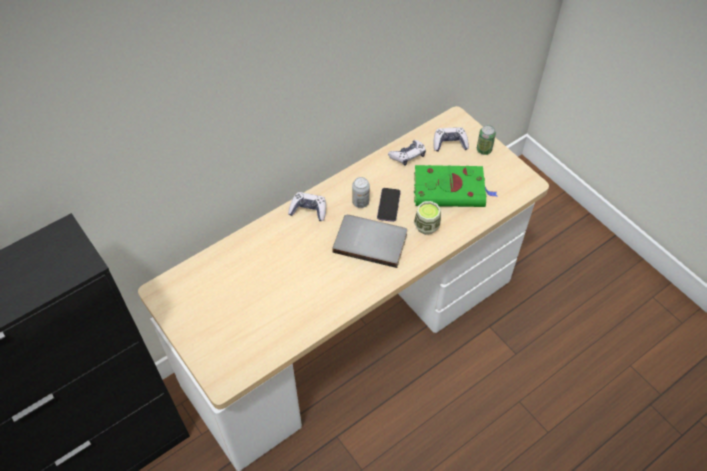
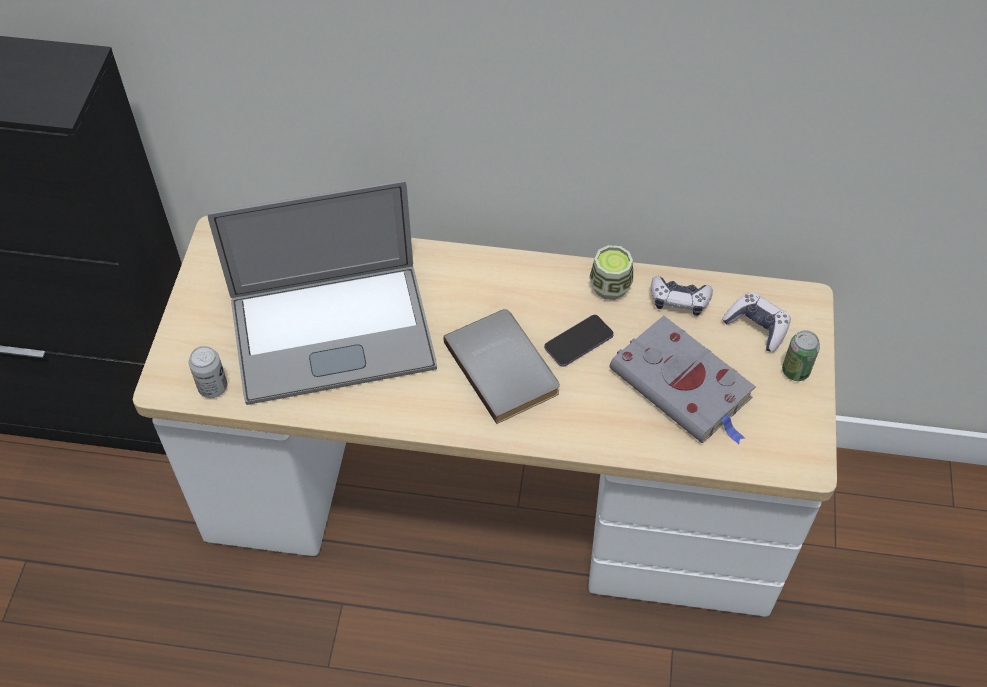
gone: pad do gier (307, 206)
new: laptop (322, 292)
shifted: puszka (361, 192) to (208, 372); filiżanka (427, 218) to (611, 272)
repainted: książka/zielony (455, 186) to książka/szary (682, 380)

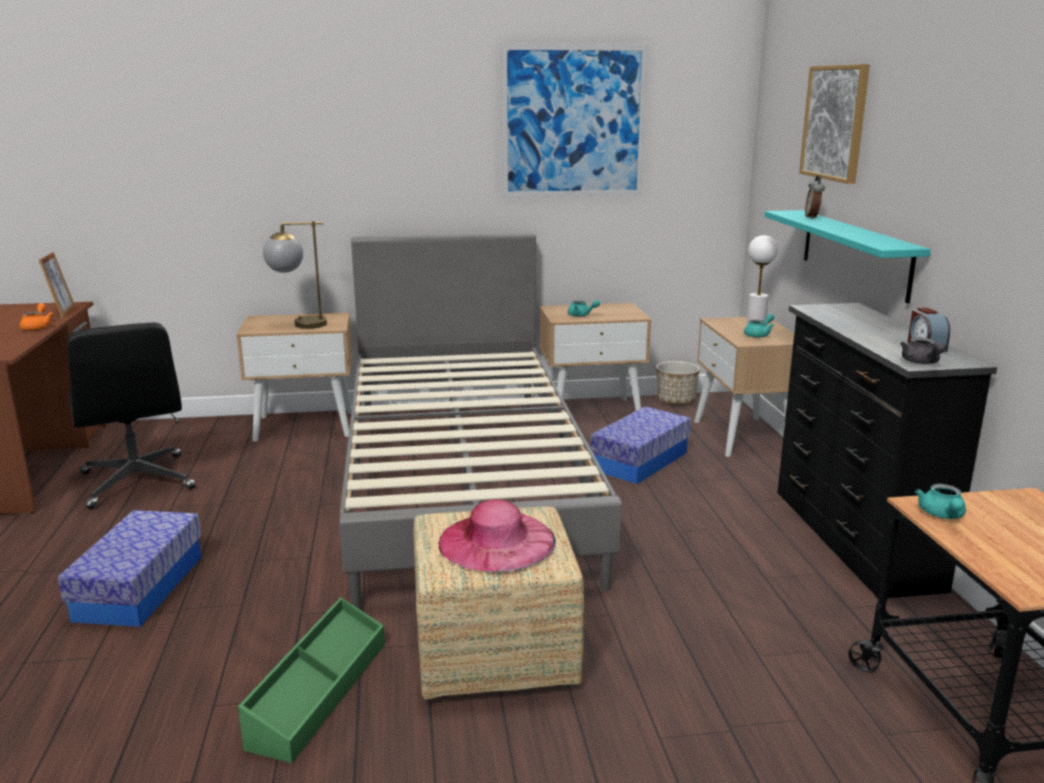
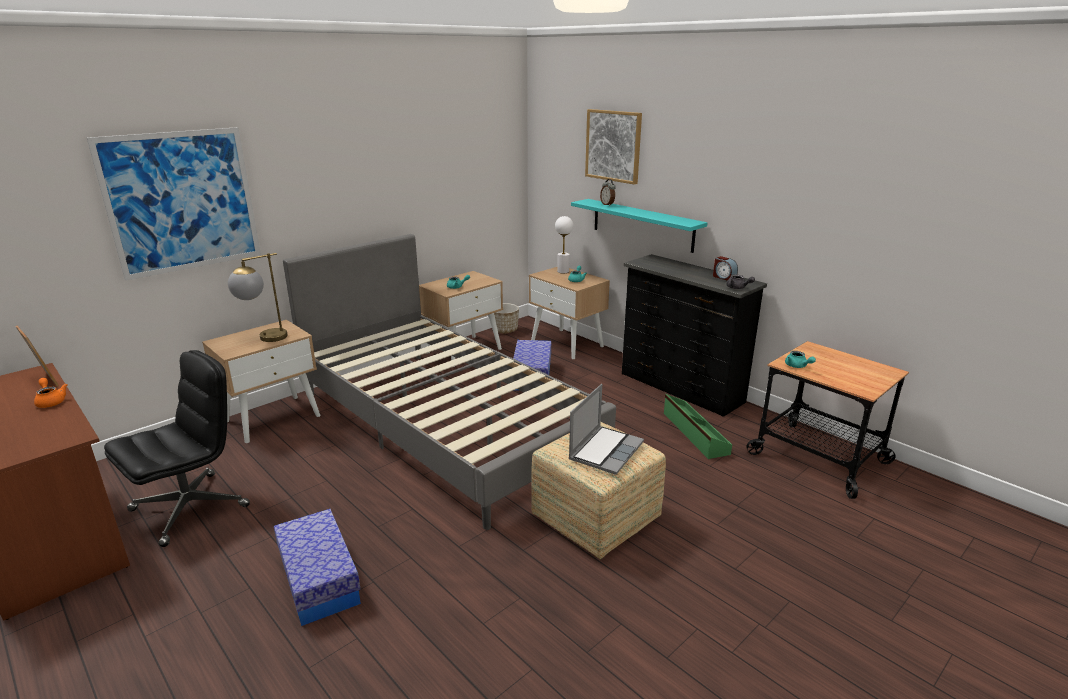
shifted: obraz (574, 120) to (174, 204); pojemnik do przechowywania/zielony (311, 680) to (698, 426)
swapped: kapelusz/różowy (497, 535) to laptop (606, 429)
rotated: krzesło biurowe/czarny (131, 415) = (177, 448) 75 degrees counterclockwise

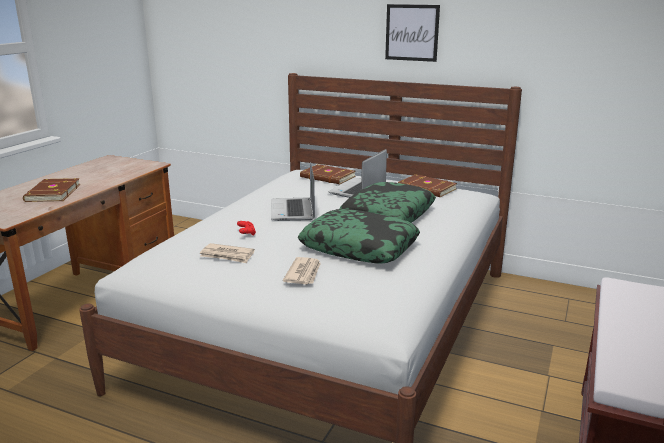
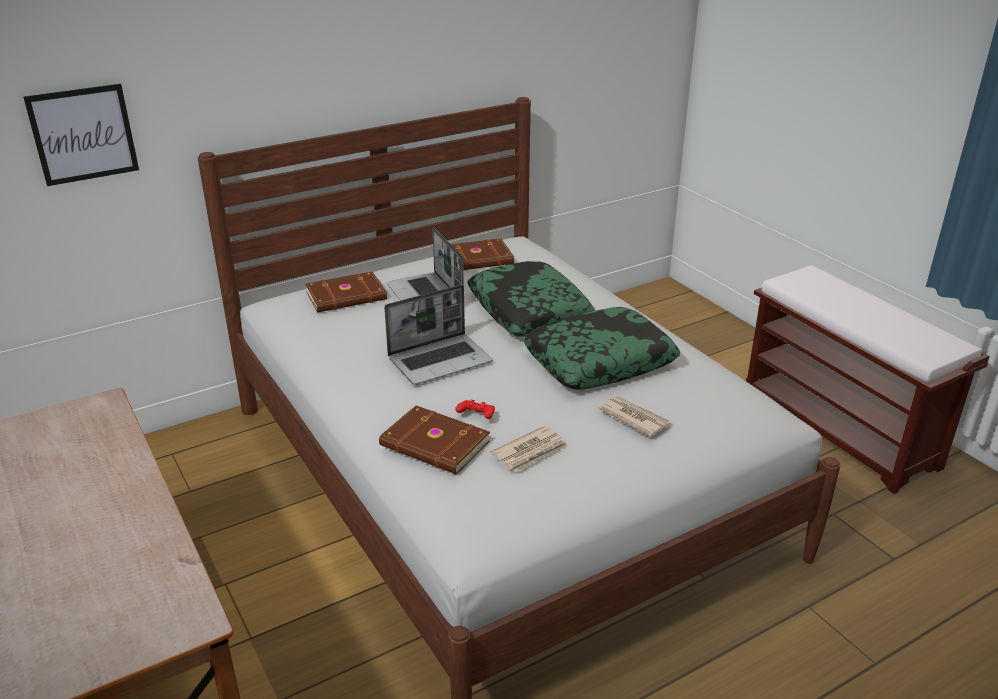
shifted: obraz (412, 33) to (81, 135); książka/brązowy (52, 190) to (434, 440)
rotated: laptop (293, 191) = (438, 335) 60 degrees counterclockwise

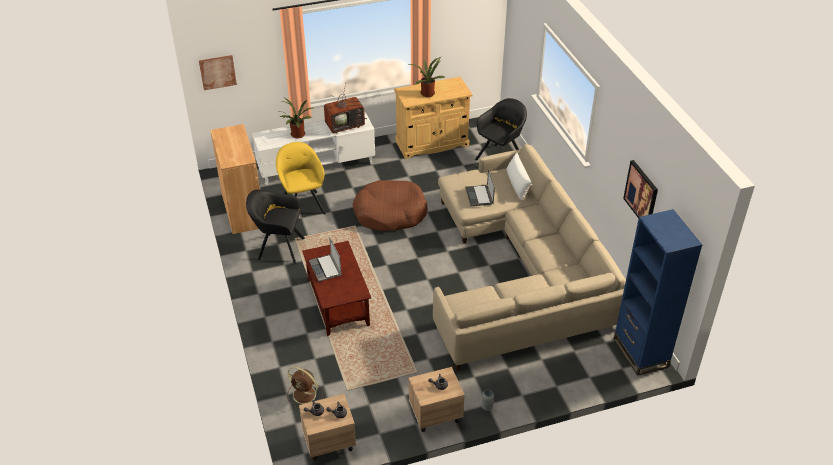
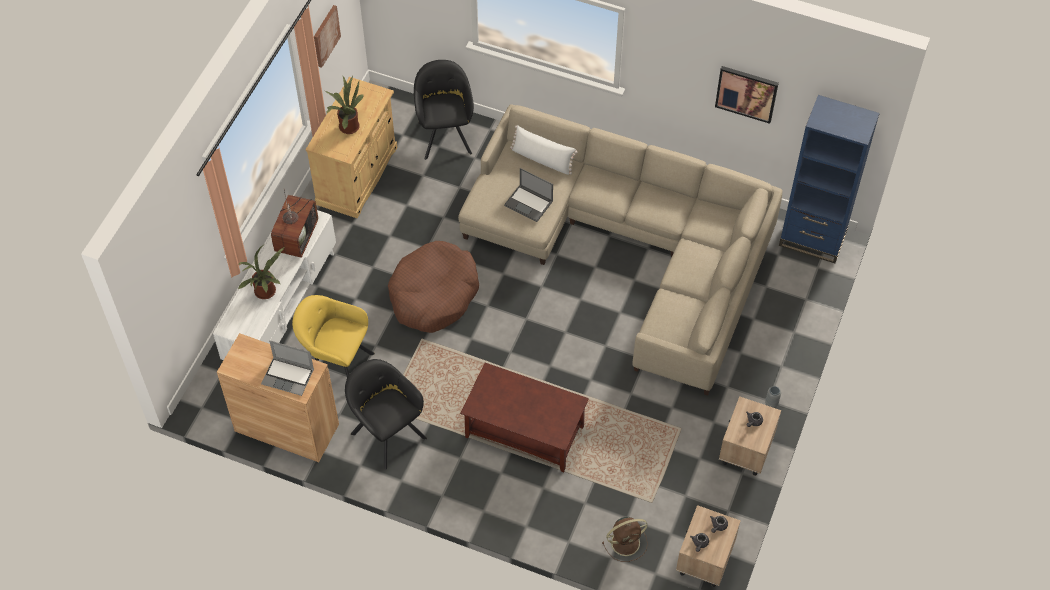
shifted: obraz (218, 72) to (327, 36); laptop (325, 259) to (287, 368)
rotated: fotel/czarny (275, 227) = (386, 414) 90 degrees clockwise

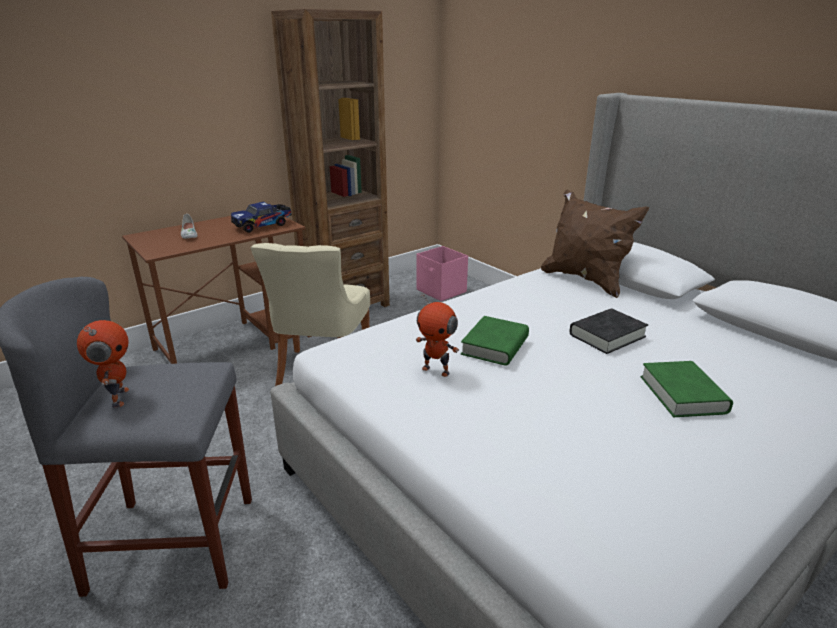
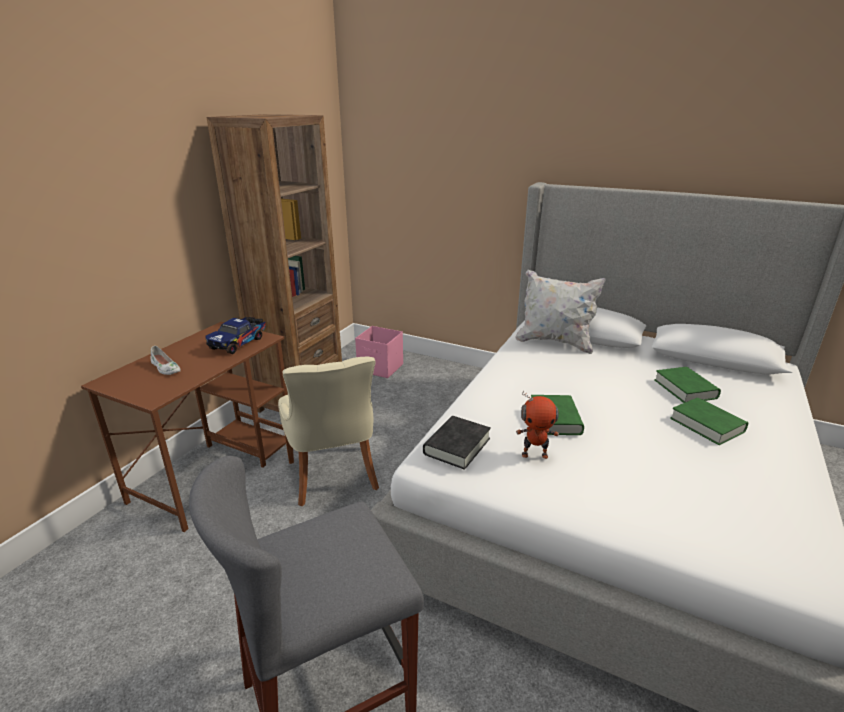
gone: robot zabawkowy (103, 364)
new: książka/zielony (687, 385)
shifted: książka/czarny (608, 331) to (457, 443)
repainted: poduszka/brązowy (595, 244) to poduszka/biały (560, 312)

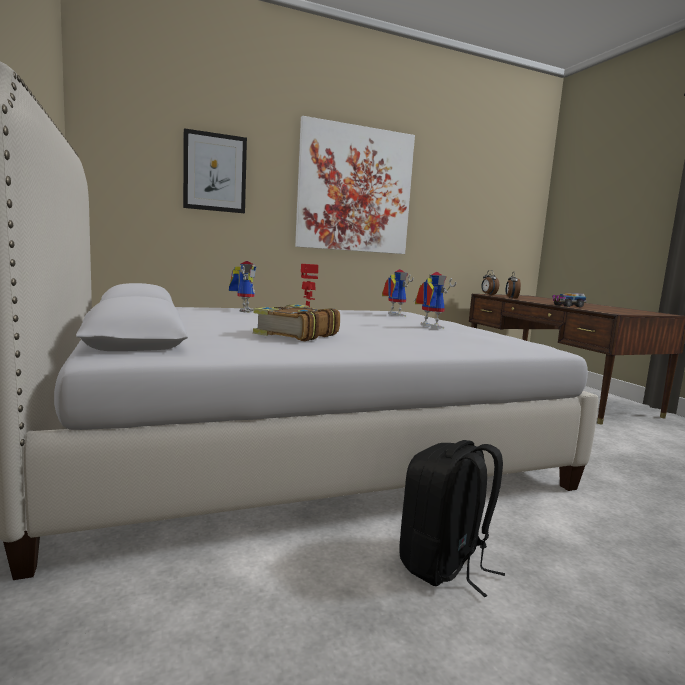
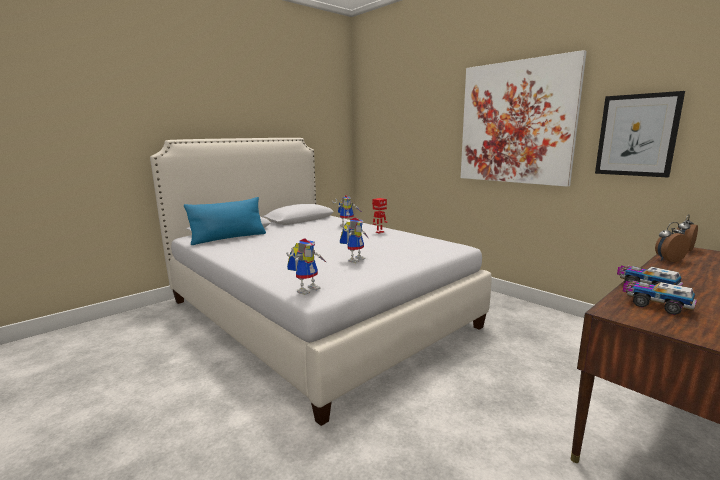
gone: książka (296, 322); plecak/czarny (452, 518)
new: poduszka/niebieski (225, 221); ciężarówka zabawkowa (660, 298)
shifted: obraz (215, 170) to (640, 134); robot zabawkowy (398, 293) to (306, 266)

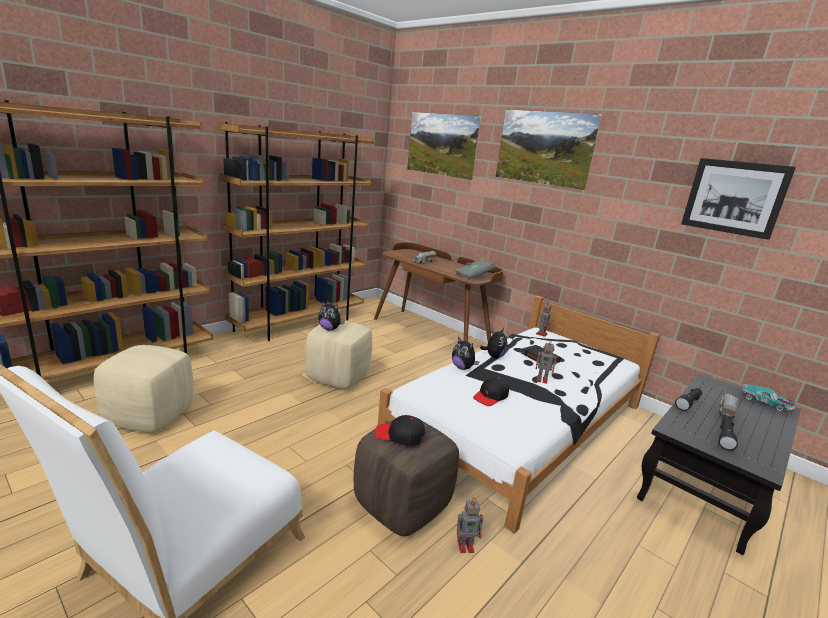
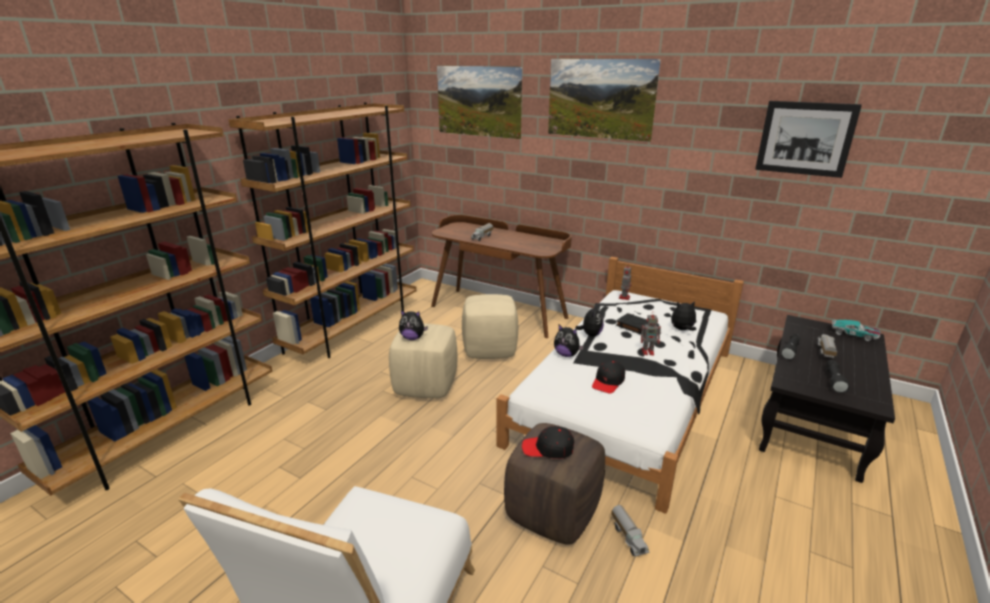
gone: książka/szary (475, 269)
new: pluszak (683, 316)
shifted: pufa/beżowy (143, 388) to (490, 326)
swapped: robot zabawkowy (470, 526) to ciężarówka zabawkowa (630, 531)

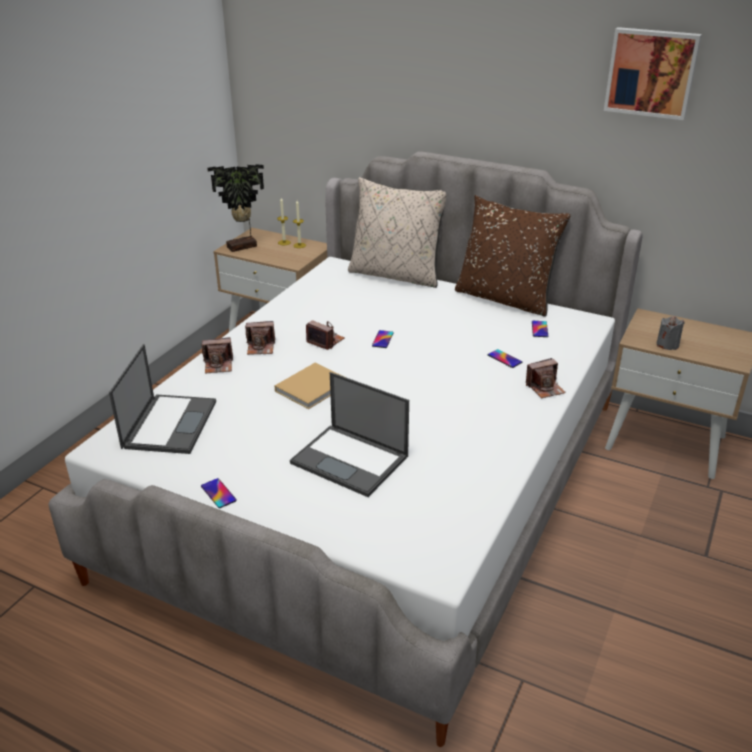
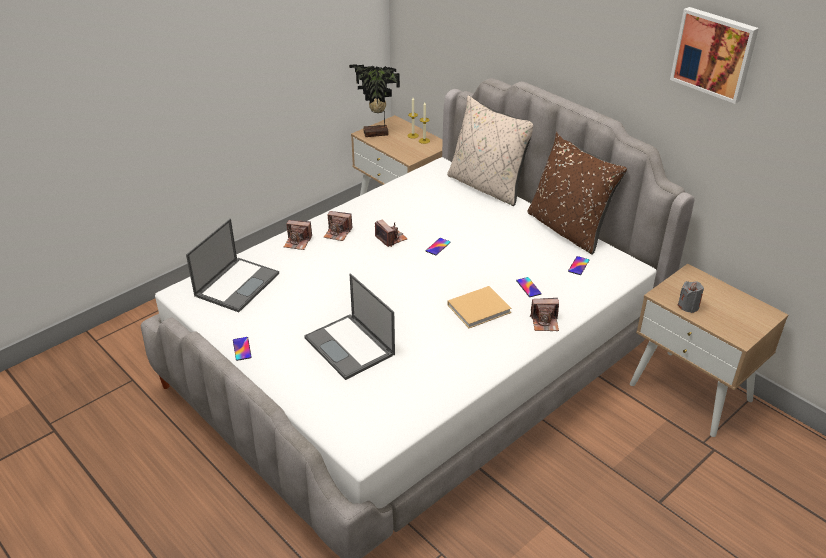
shifted: książka/beżowy (309, 386) to (479, 307)

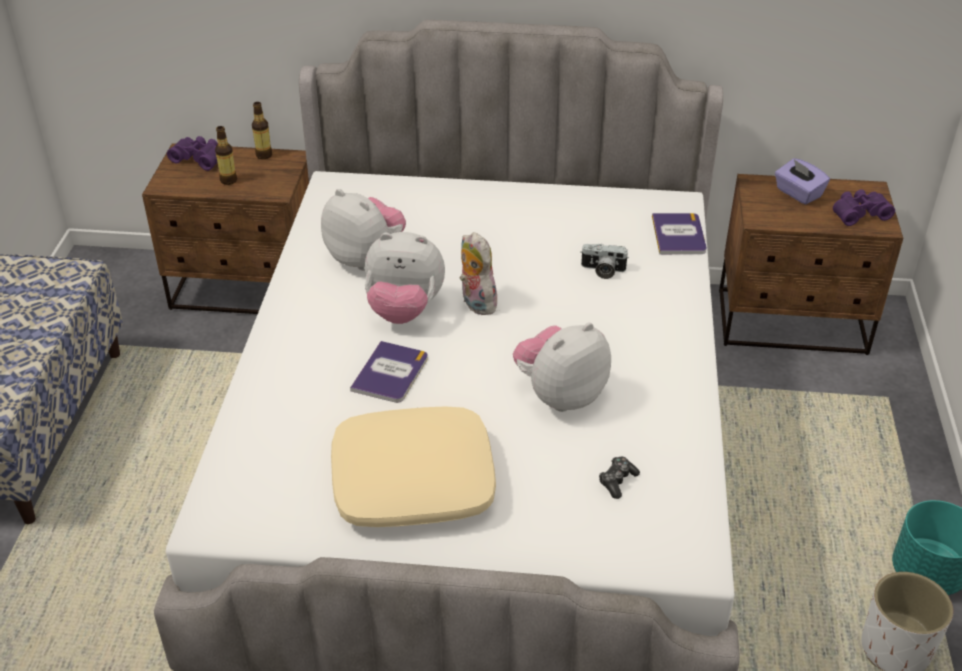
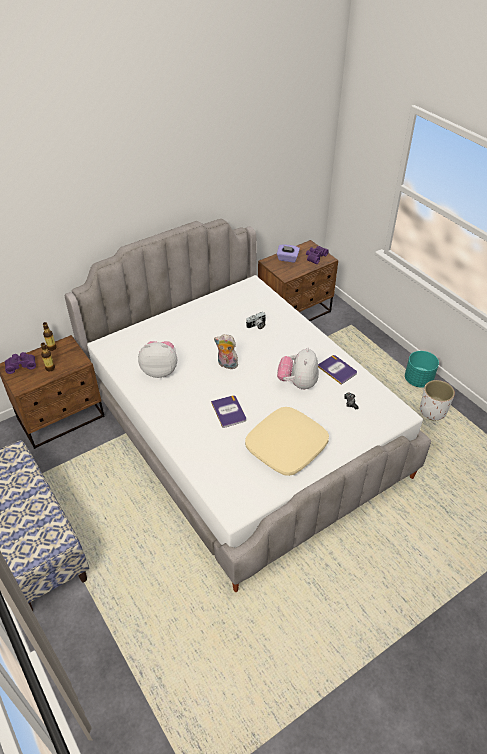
gone: pluszak (405, 278)
shifted: książka (679, 233) to (337, 370)

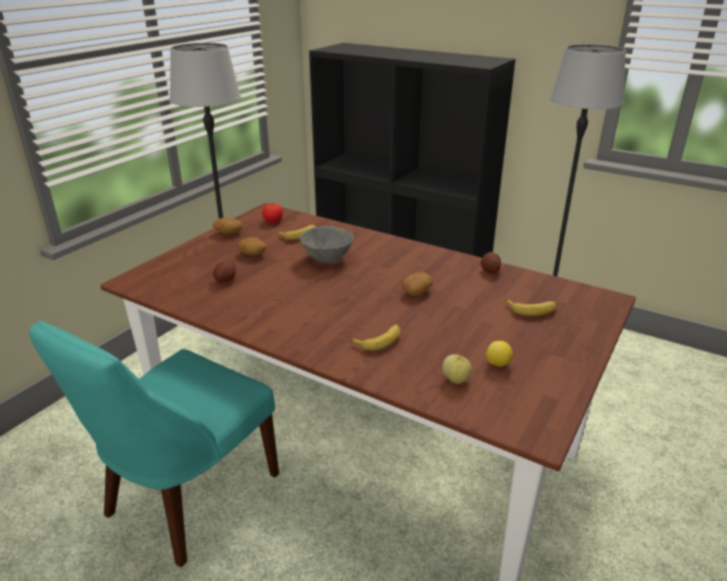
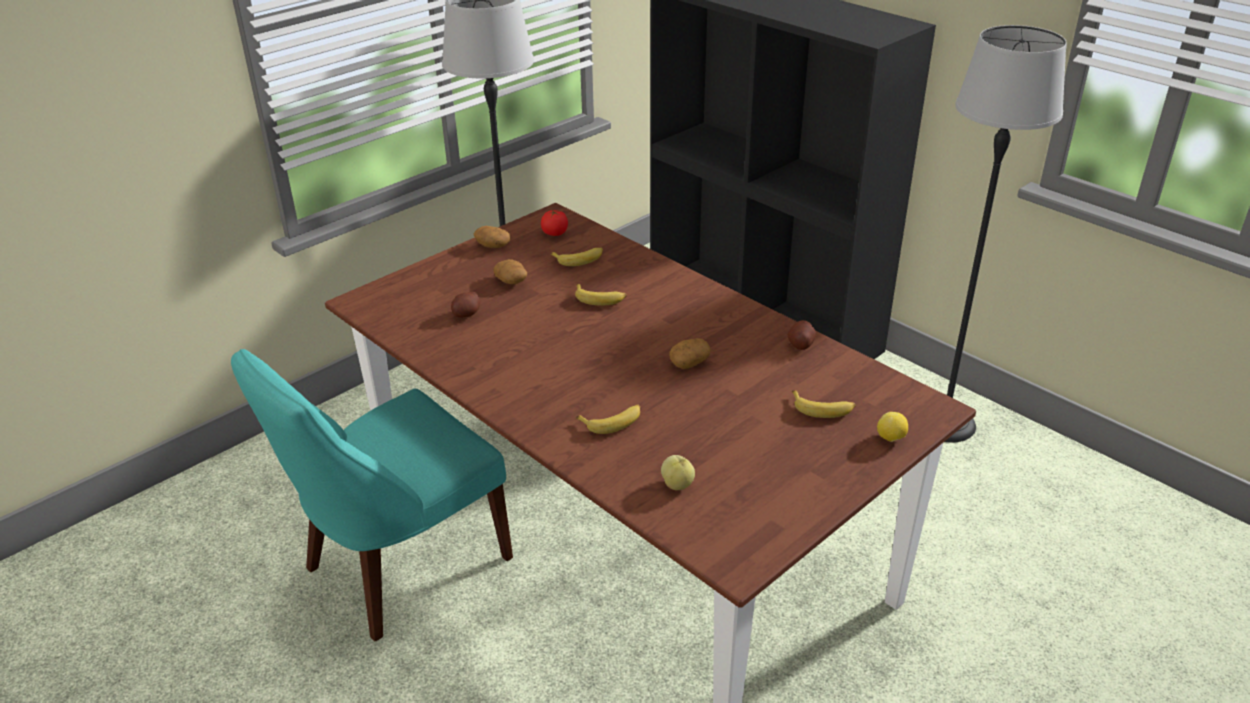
shifted: cytryna (499, 354) to (892, 427)
swapped: miska/szary (327, 244) to banan (601, 294)

